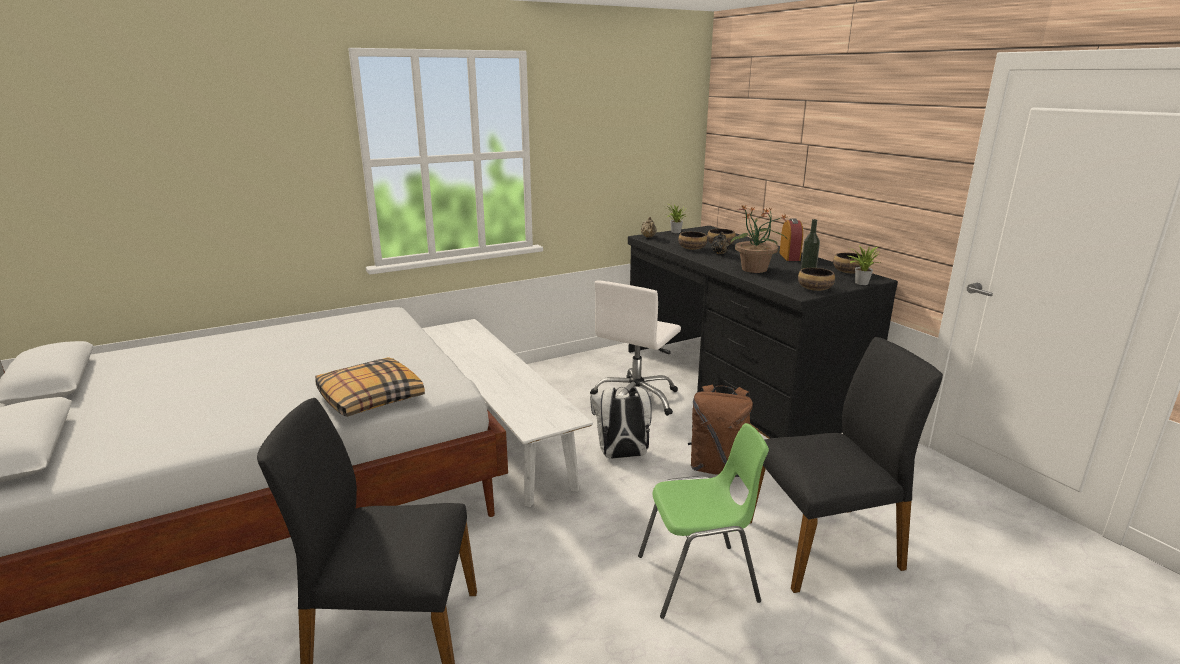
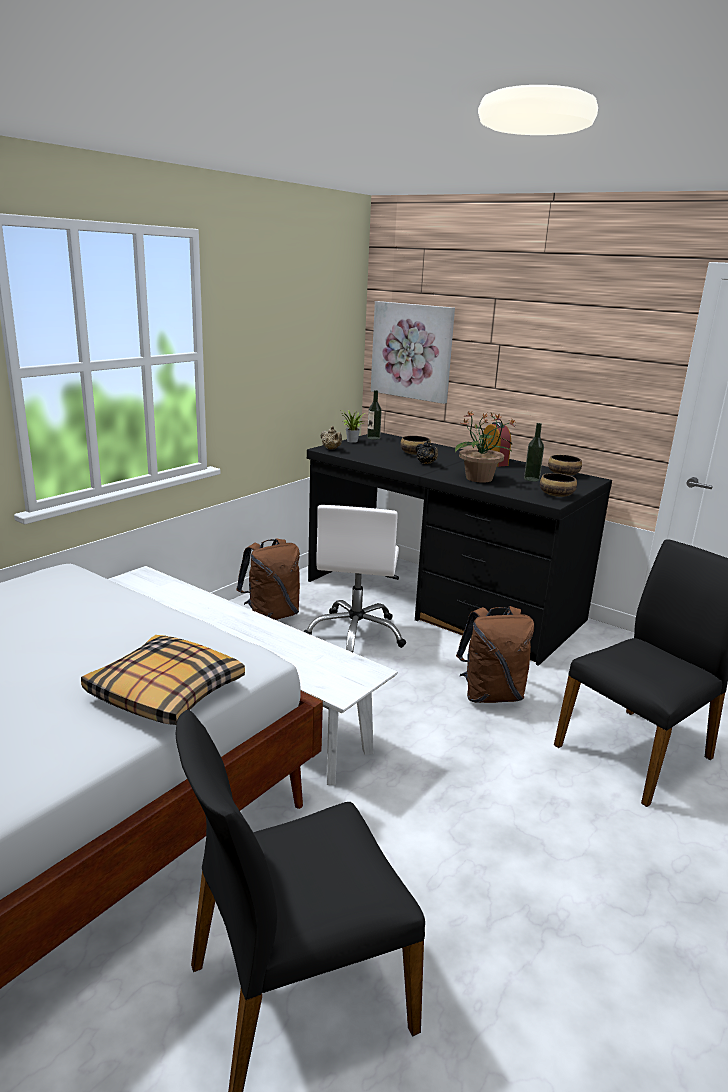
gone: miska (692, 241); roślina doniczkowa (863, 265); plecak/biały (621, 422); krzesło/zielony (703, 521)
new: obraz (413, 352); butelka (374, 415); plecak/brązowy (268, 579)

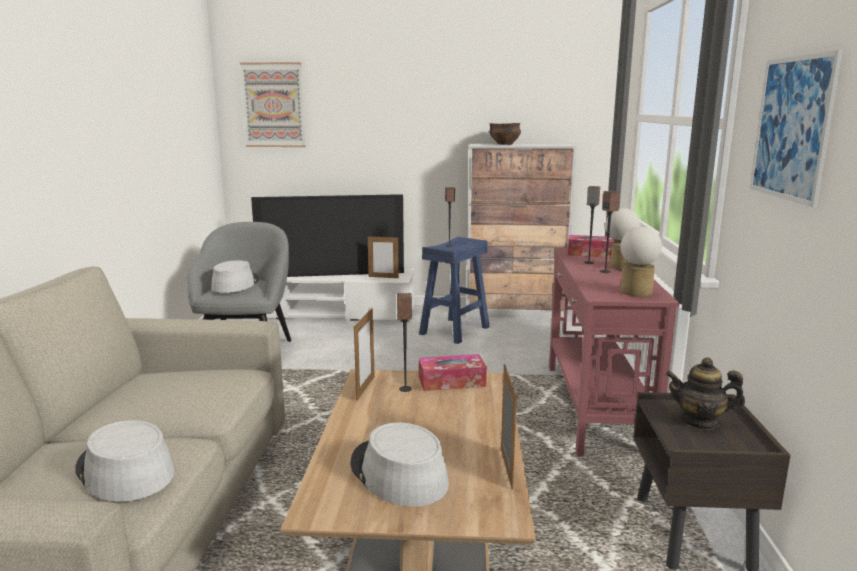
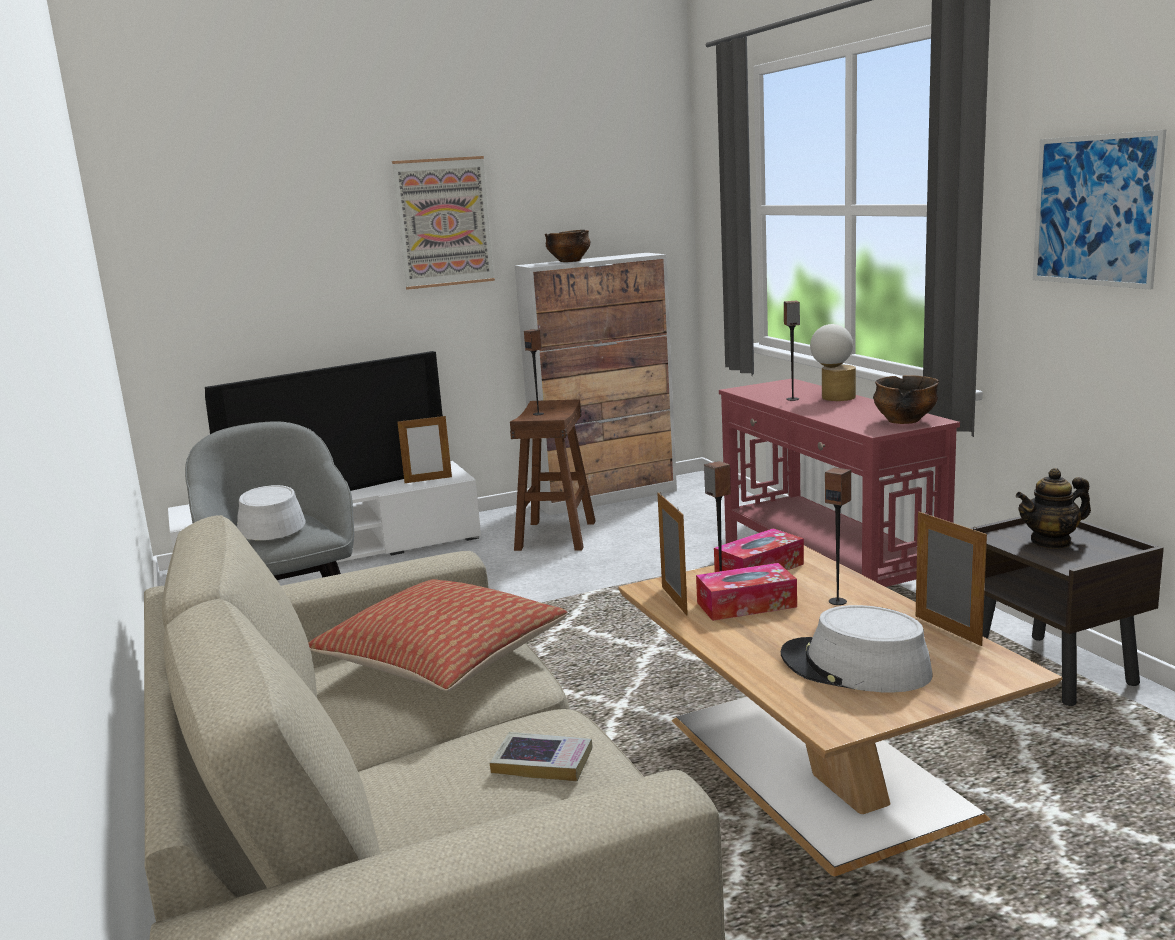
new: poduszka (438, 635)
shifted: obraz (273, 104) to (443, 223); głośnik (610, 232) to (838, 536); pudełko chusteczek (591, 246) to (746, 592)
swapped: lampa stołowa (641, 262) to miska (906, 399); kapelusz/szary (125, 460) to książka (541, 757)
repainted: stołek/niebieski (454, 290) to stołek/brązowy (553, 475)

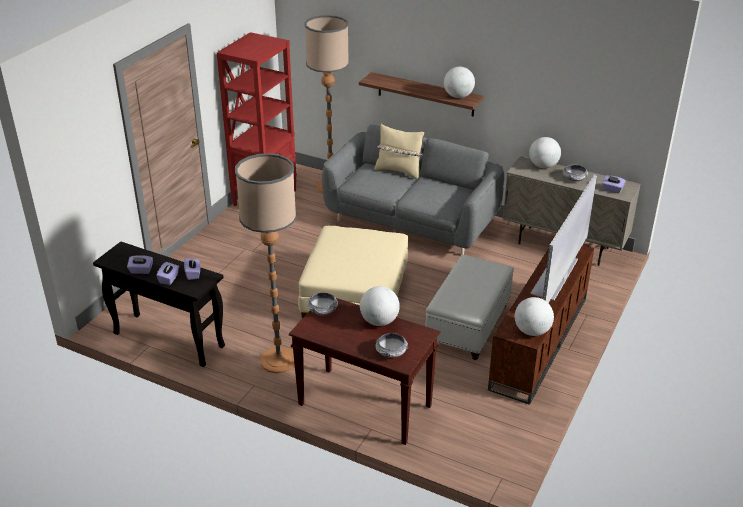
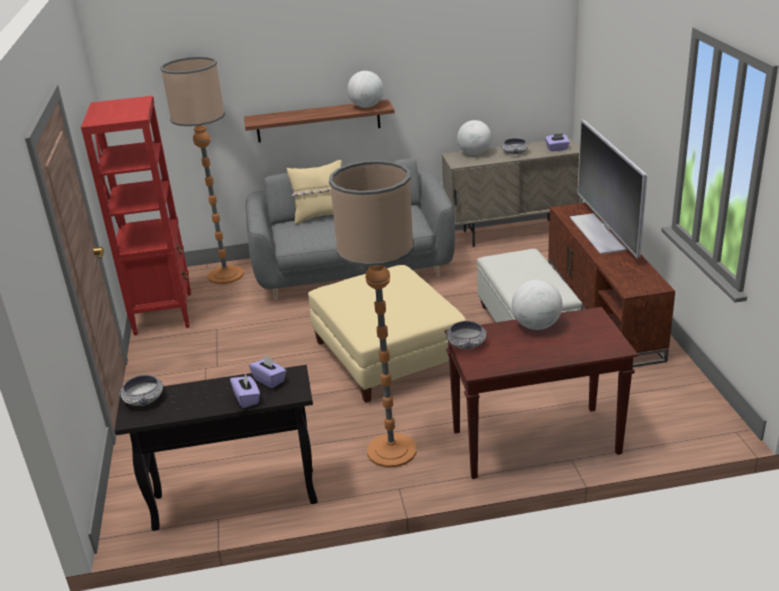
gone: pudełko chusteczek/fioletowy (140, 264); globus (534, 316)
shifted: miska (392, 345) to (141, 390)

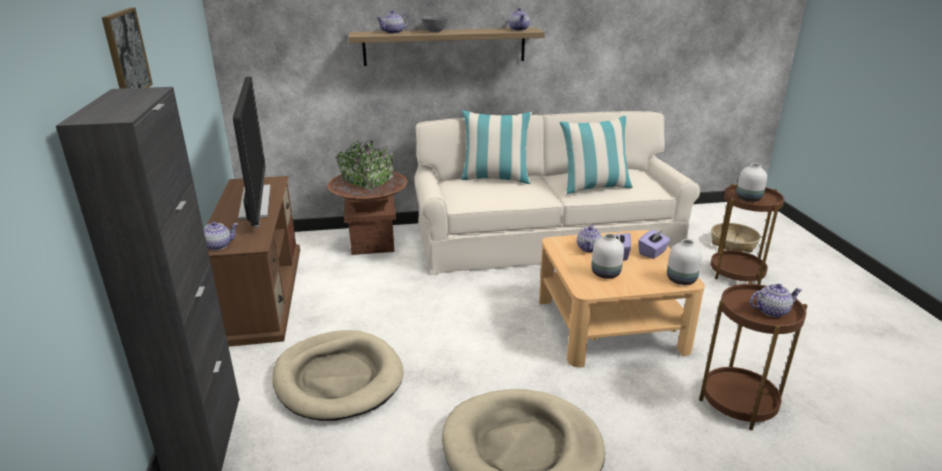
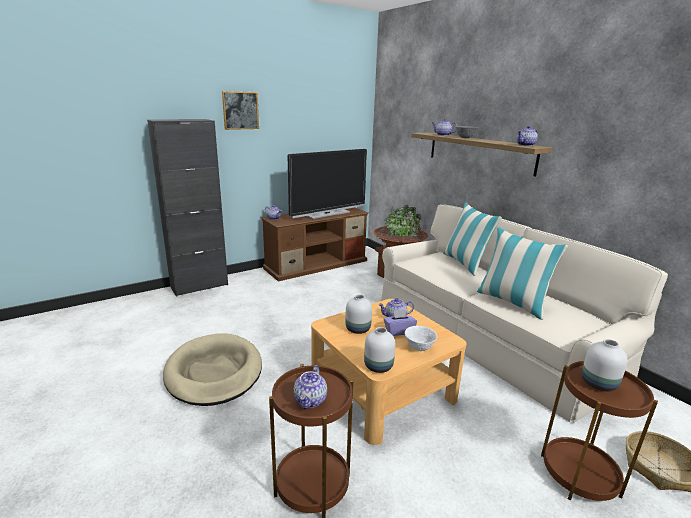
gone: legowisko/beżowy (338, 375)
swapped: pudełko chusteczek/fioletowy (654, 244) to miska/biały (421, 338)
rotated: imbryk (776, 300) = (310, 387) 45 degrees clockwise

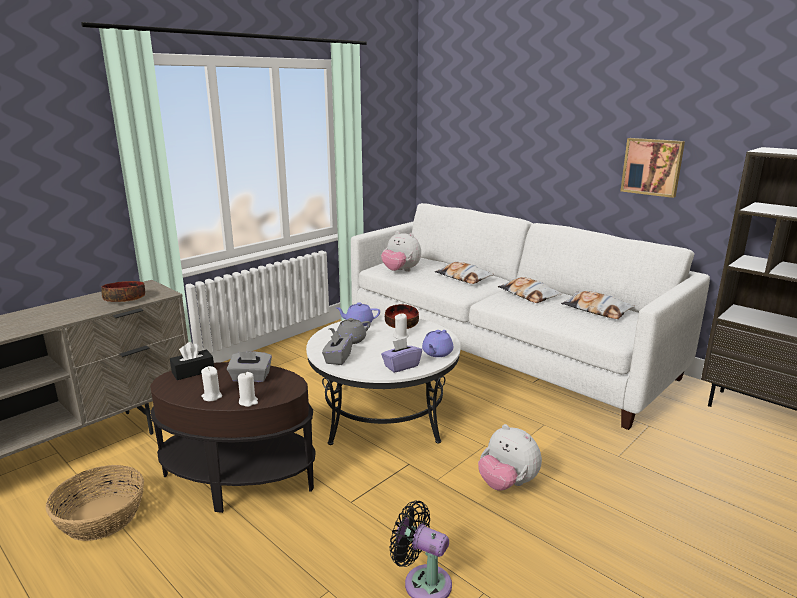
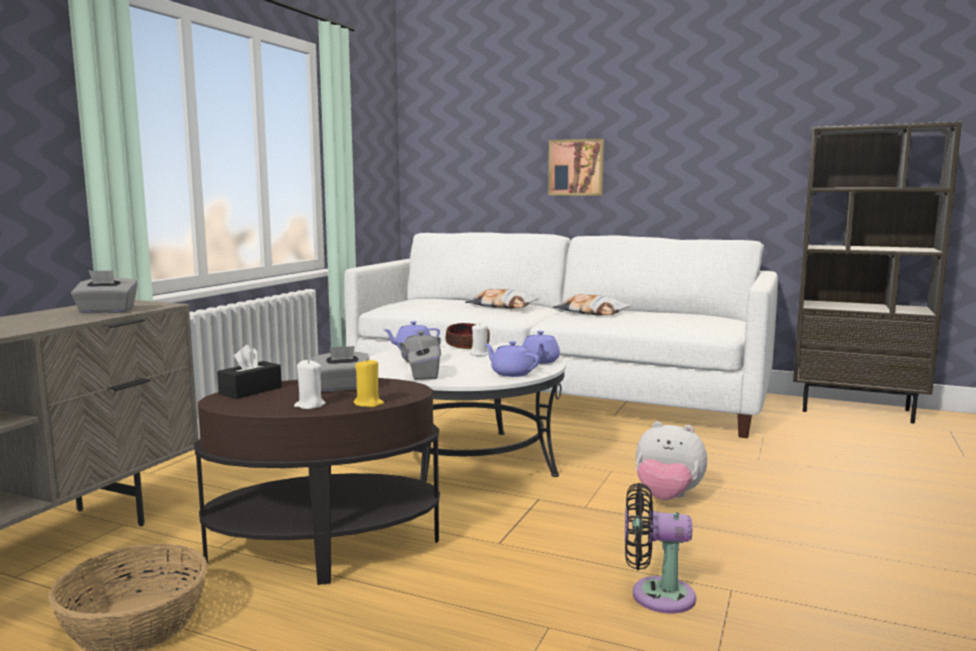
gone: pluszak (401, 251); poduszka (598, 305)
shifted: obraz (652, 168) to (576, 167)
swapped: miska (123, 291) to pudełko chusteczek/szary (104, 291); pudełko chusteczek/fioletowy (401, 355) to imbryk/fioletowy (512, 359)
repainted: świeca/biały (248, 389) to świeca/żółty (369, 383)

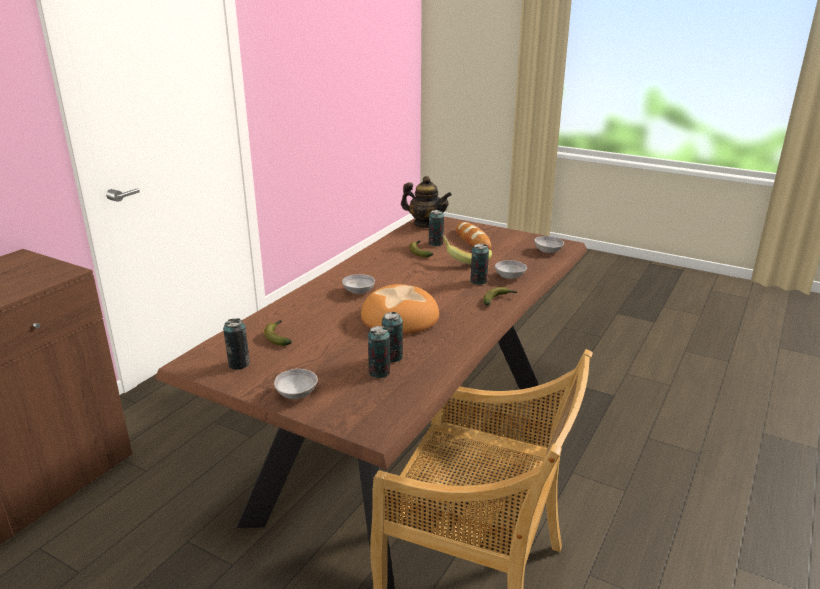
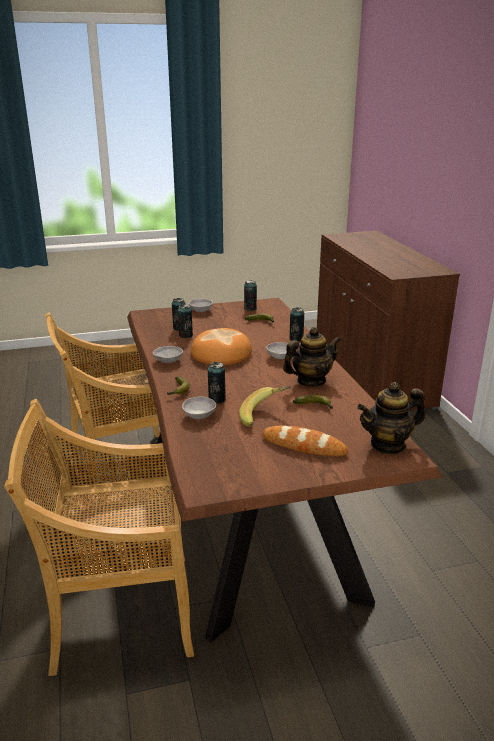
new: imbryk (312, 356); krzesło/beżowy (99, 537)
shifted: puszka (436, 228) to (297, 324); miska/szary (549, 244) to (168, 354)

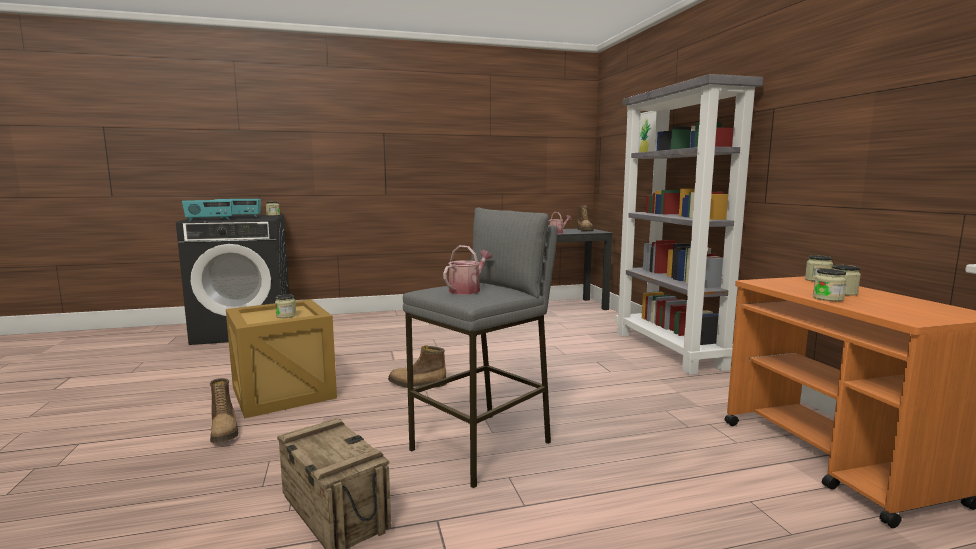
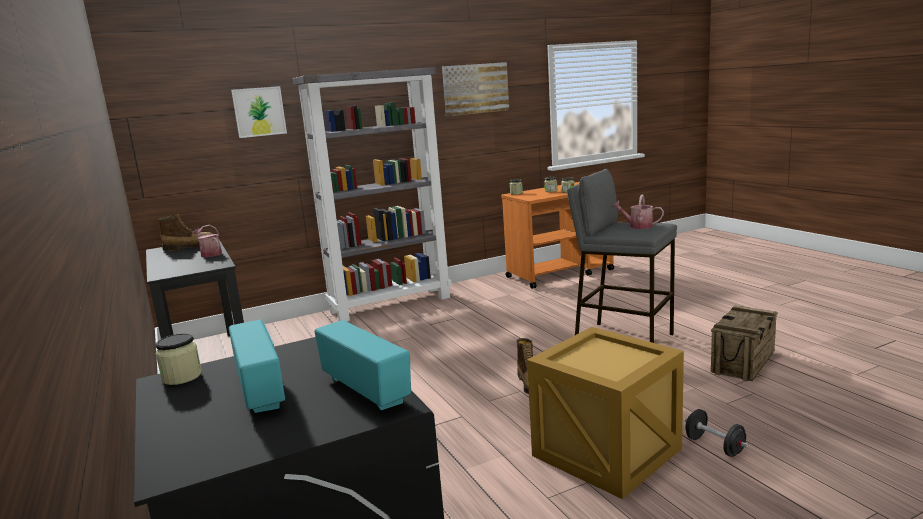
gone: słoik (285, 306)
new: obraz (475, 89)
swapped: but z cholewką (224, 410) to hantel/czarny (716, 433)

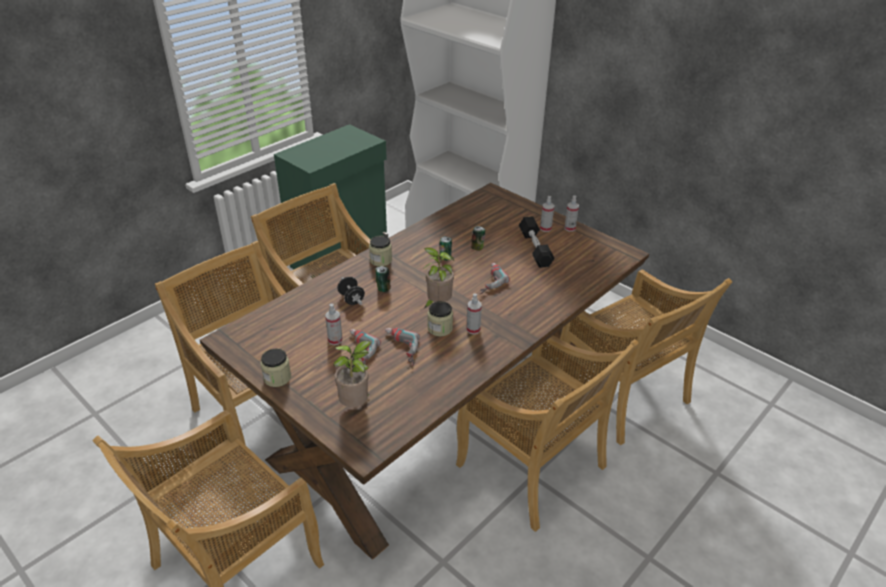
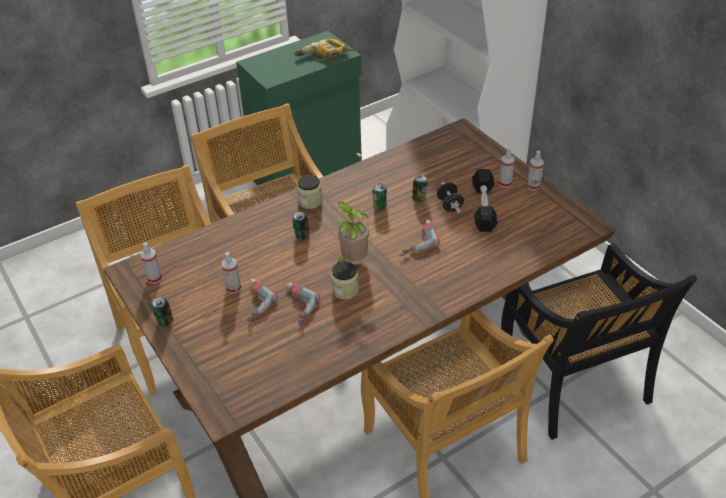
gone: roślina doniczkowa (352, 374)
new: wiertarka (324, 50)
shifted: hantel/czarny (351, 291) to (450, 197); spryskiwacz (474, 313) to (151, 263)
swapped: słoik (276, 367) to puszka (162, 311)
repainted: krzesło/beżowy (644, 357) to krzesło/czarny (599, 341)

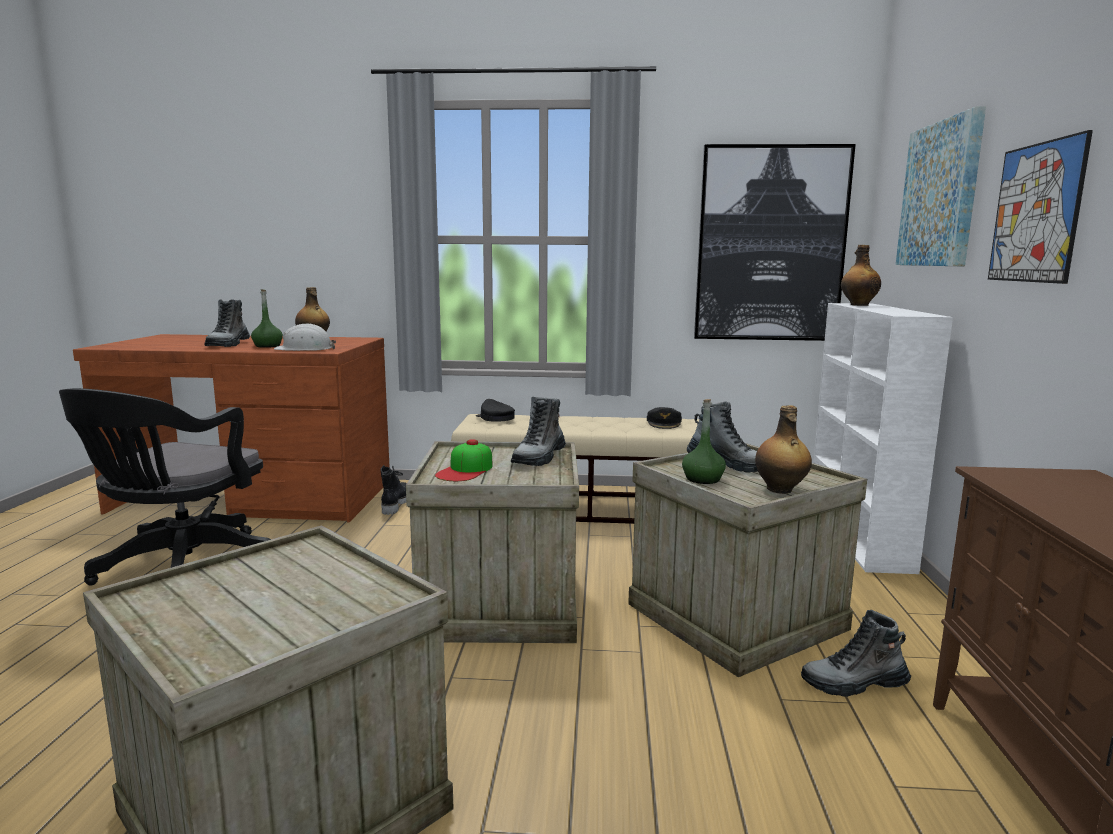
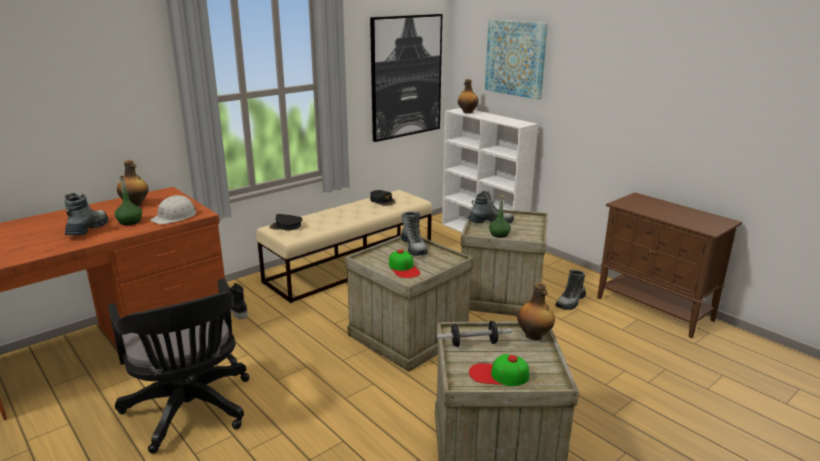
gone: obraz (1040, 207)
new: hantel (474, 334); czapka z daszkiem (499, 370)
shifted: butelka (783, 449) to (536, 311)
rotated: but z cholewką (227, 323) = (86, 214) 135 degrees counterclockwise

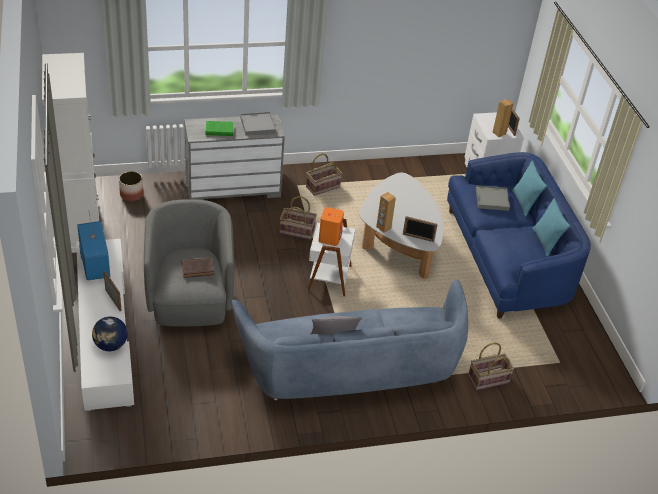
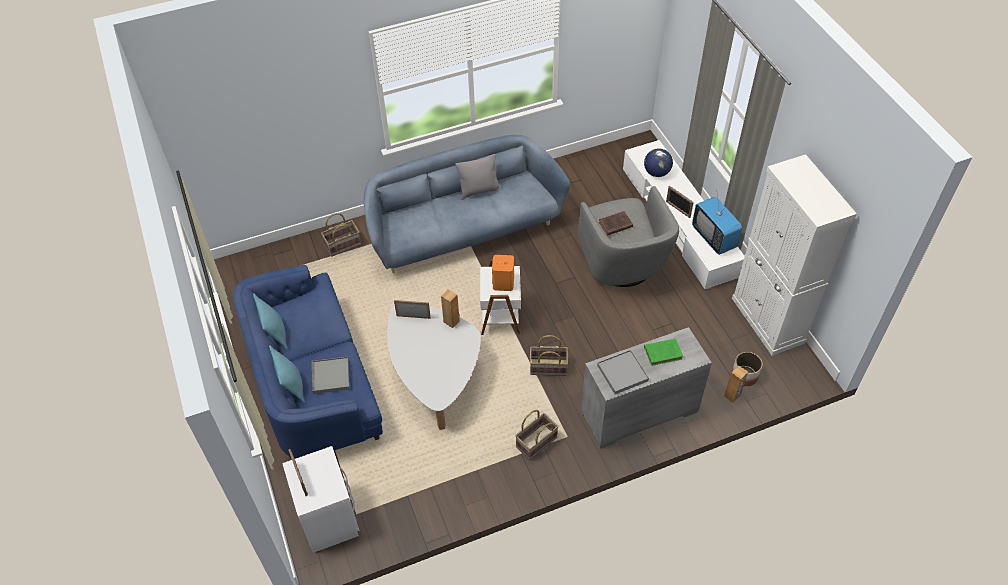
shifted: głośnik/brązowy (503, 118) to (736, 384)

